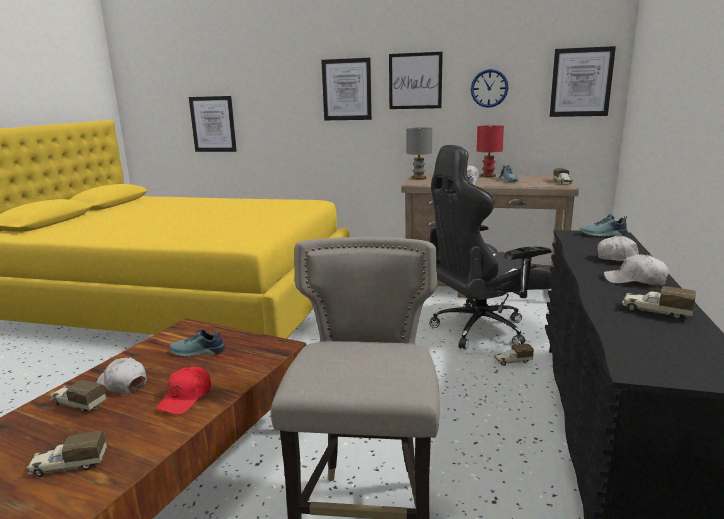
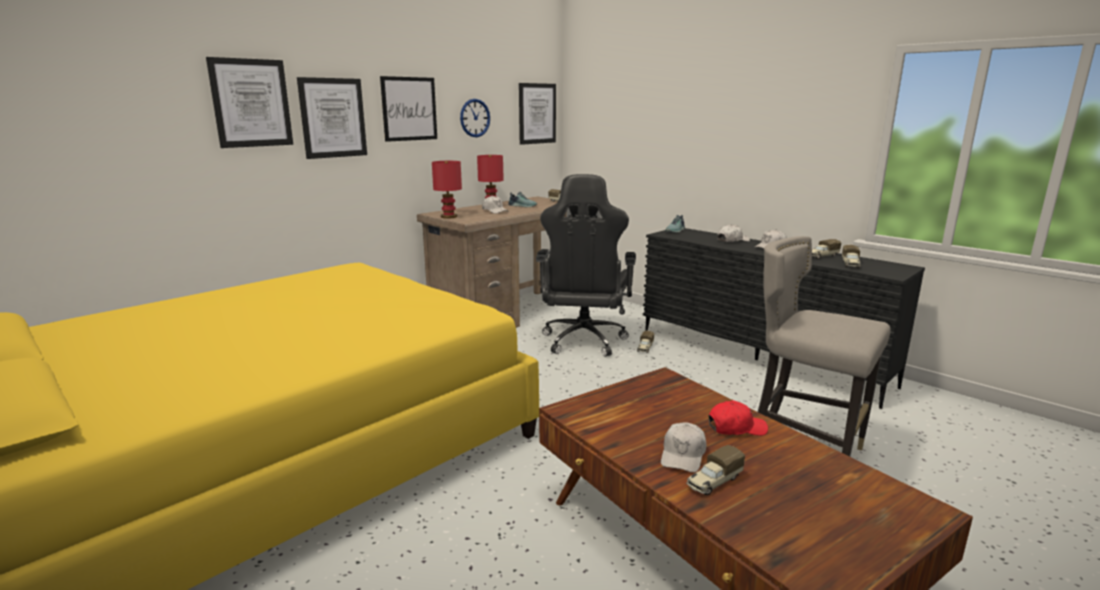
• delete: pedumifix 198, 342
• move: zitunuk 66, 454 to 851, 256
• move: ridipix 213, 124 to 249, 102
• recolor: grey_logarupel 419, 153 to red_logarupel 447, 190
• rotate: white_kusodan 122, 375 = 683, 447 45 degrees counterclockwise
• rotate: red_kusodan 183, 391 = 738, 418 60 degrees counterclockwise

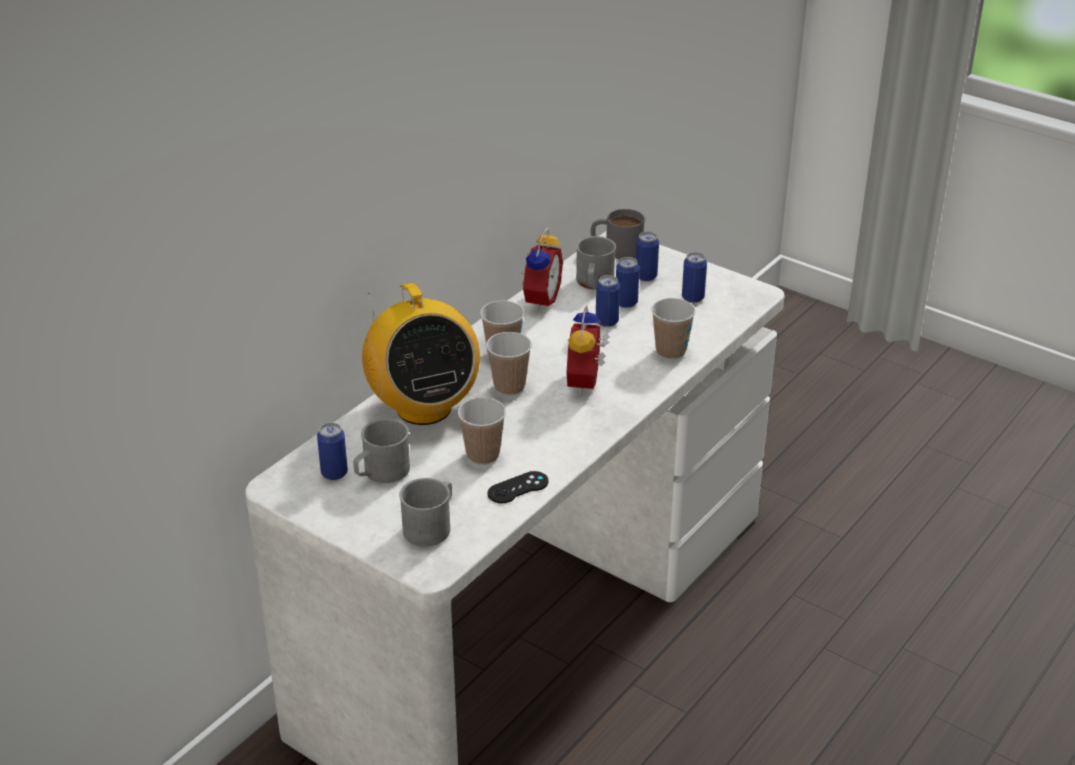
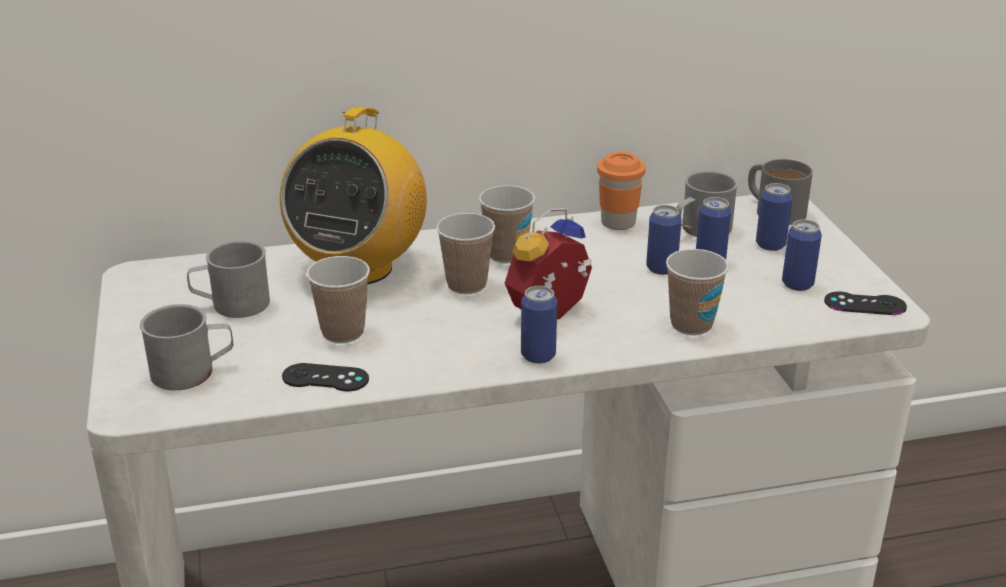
• insert: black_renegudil 865, 303
• move: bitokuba 332, 451 to 539, 325
• replace: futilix 540, 269 to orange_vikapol 621, 191

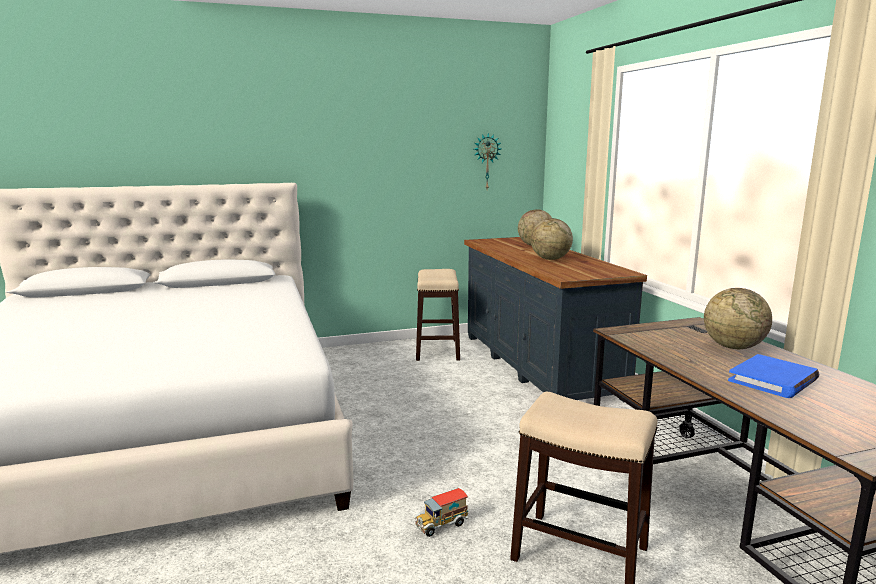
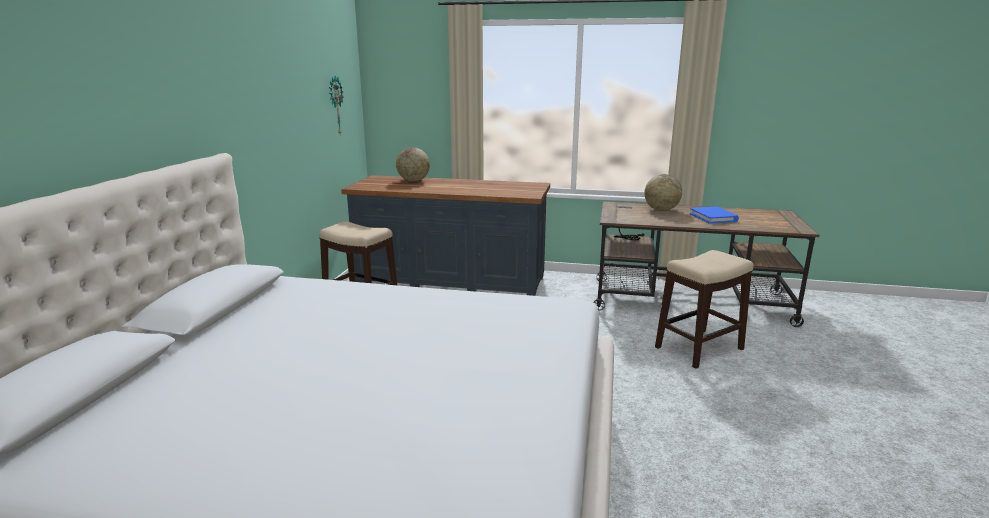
• delete: zitunuk 441, 512
• delete: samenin 552, 239

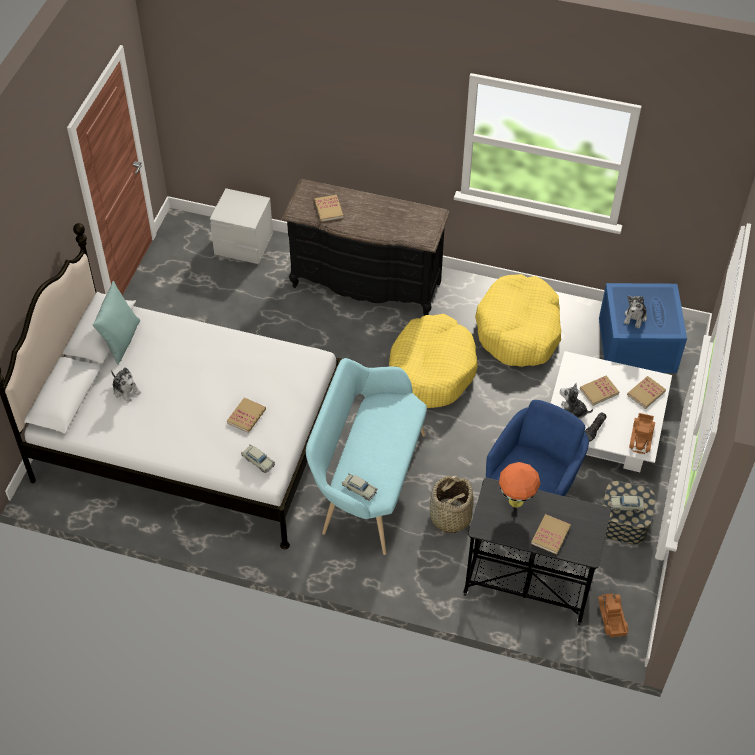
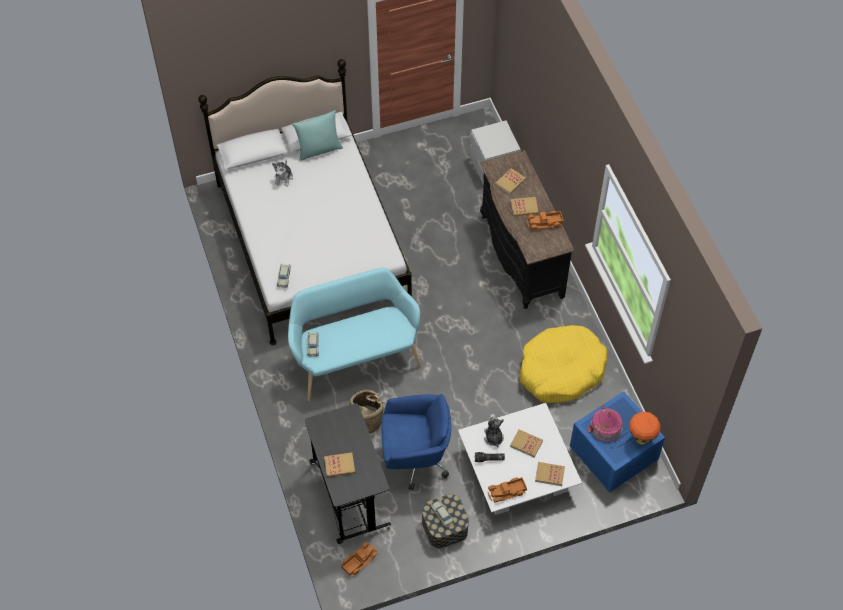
• delete: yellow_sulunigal 433, 361
• insert: zitunuk 545, 220
• move: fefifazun 246, 415 to 524, 207
• move: orange_logarupel 519, 484 to 645, 428
• replace: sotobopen 635, 312 to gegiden 605, 423

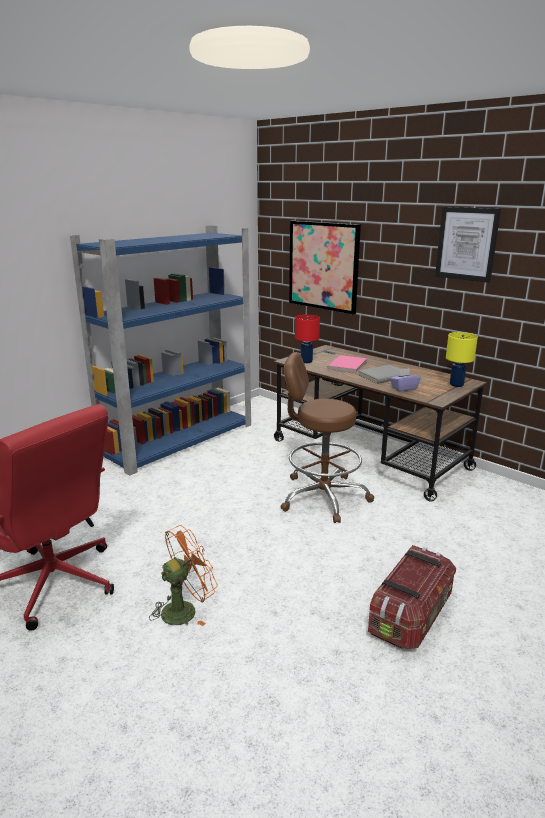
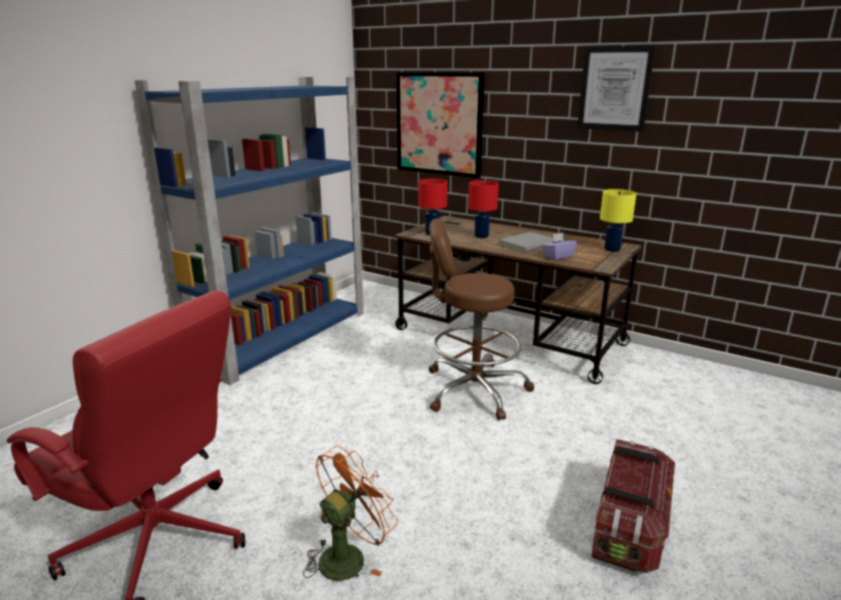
• replace: pink_fefifazun 347, 364 to red_logarupel 483, 209

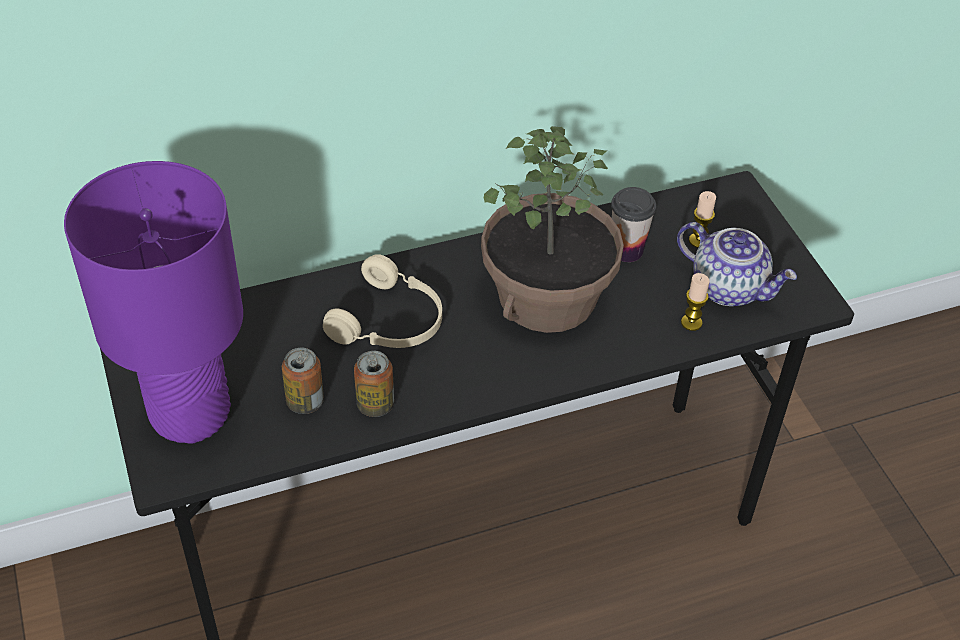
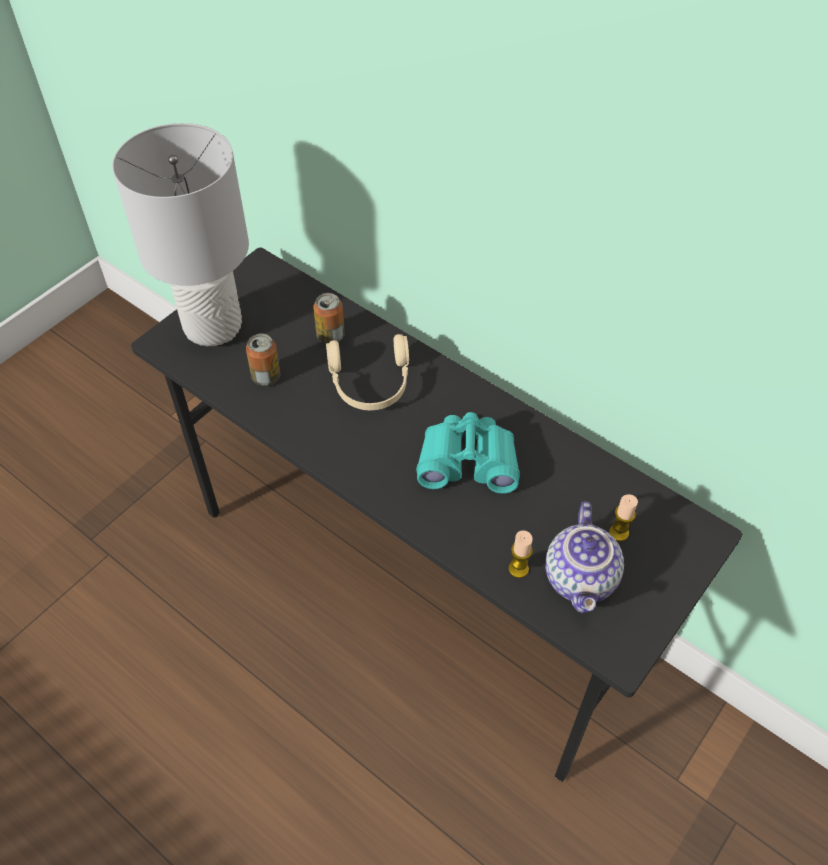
• delete: vikapol 633, 224
• move: bitokuba 374, 384 to 329, 318
• replace: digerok 552, 229 to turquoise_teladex 468, 453
• recolor: purple_logarupel 153, 302 to grey_logarupel 180, 235

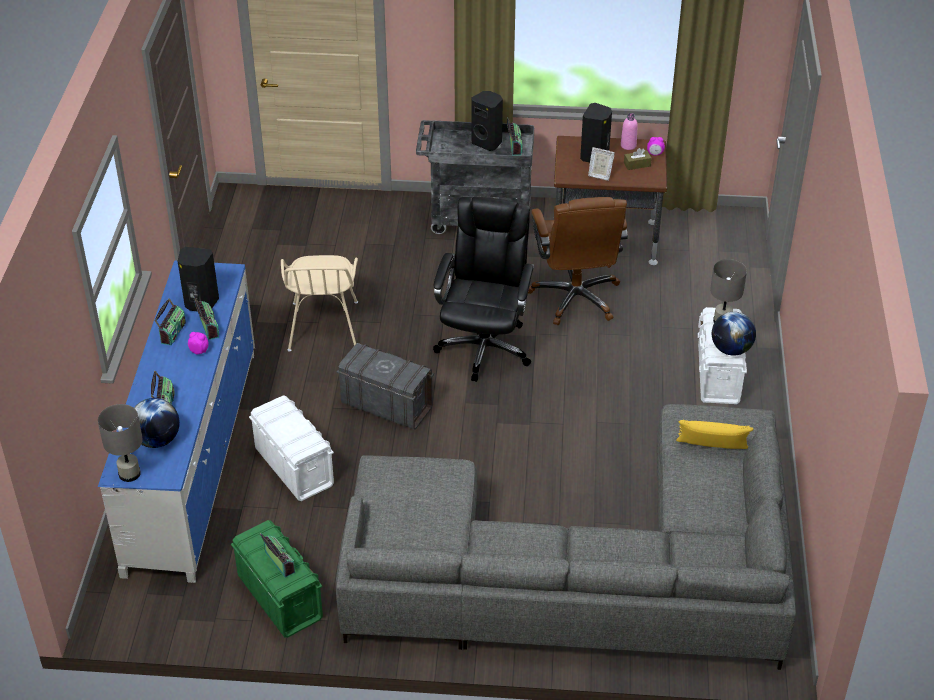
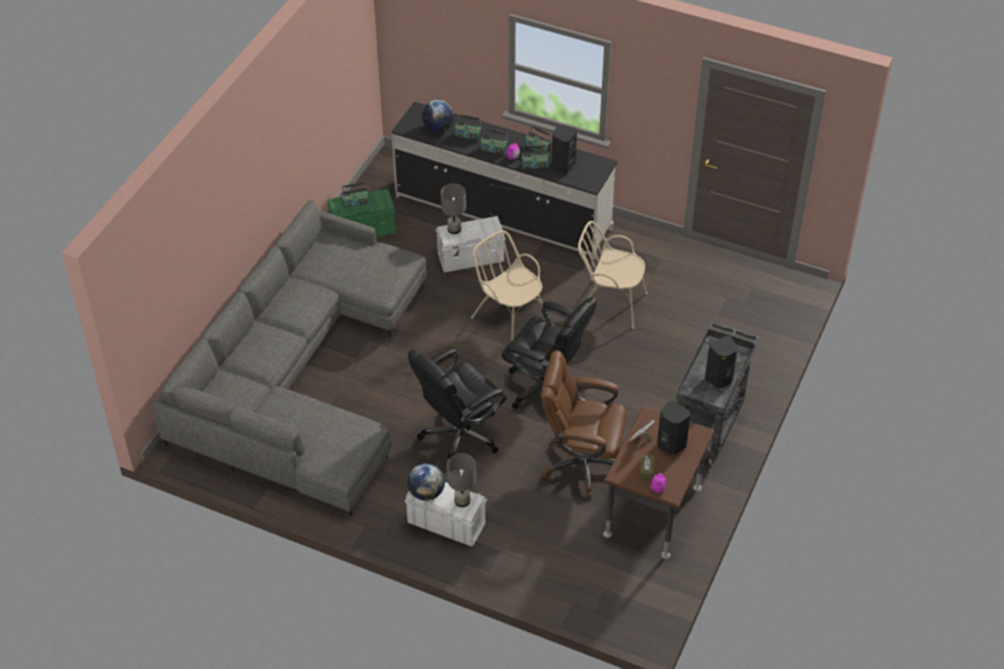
• delete: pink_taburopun 629, 131
• delete: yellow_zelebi 715, 434
• insert: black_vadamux 457, 404
• move: grey_logarupel 120, 443 to 453, 209
• move: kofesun 515, 136 to 494, 141
• replace: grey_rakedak 385, 386 to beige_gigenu 510, 286
• recolor: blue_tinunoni 176, 422 to black_tinunoni 504, 181

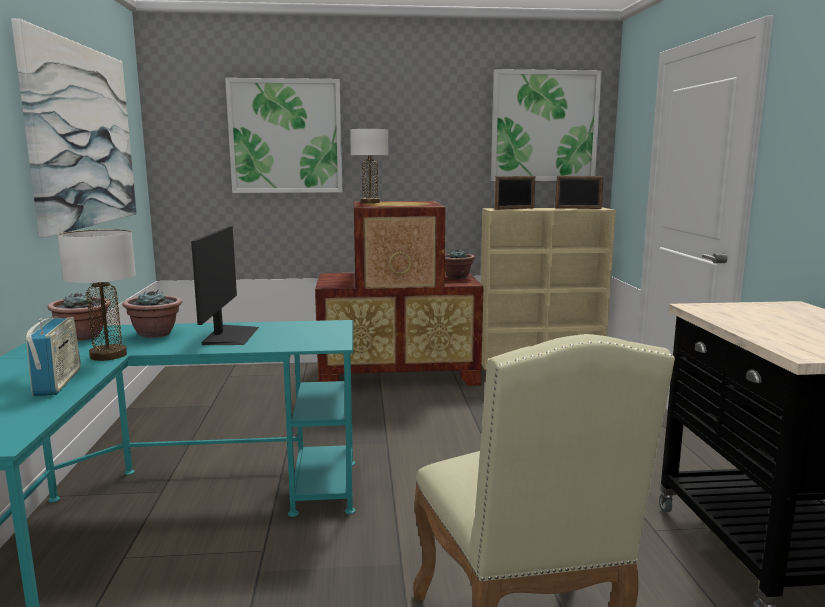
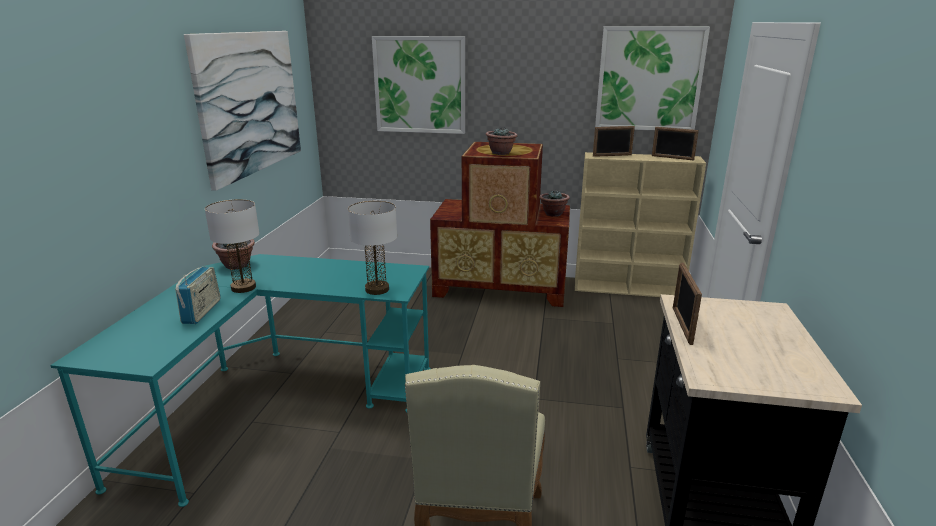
• delete: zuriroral 225, 285
• insert: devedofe 687, 304
• move: digerok 152, 313 to 502, 141
• move: logarupel 369, 166 to 372, 248

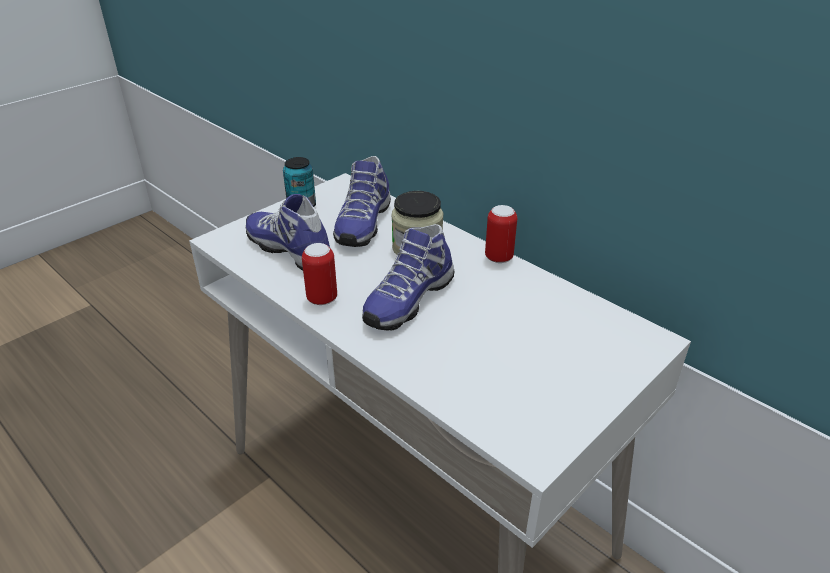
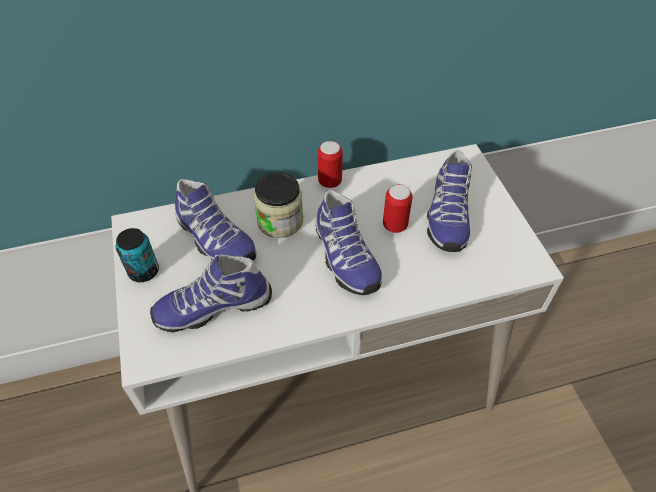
• insert: pedumifix 449, 201
• move: bitokuba 319, 274 to 397, 208

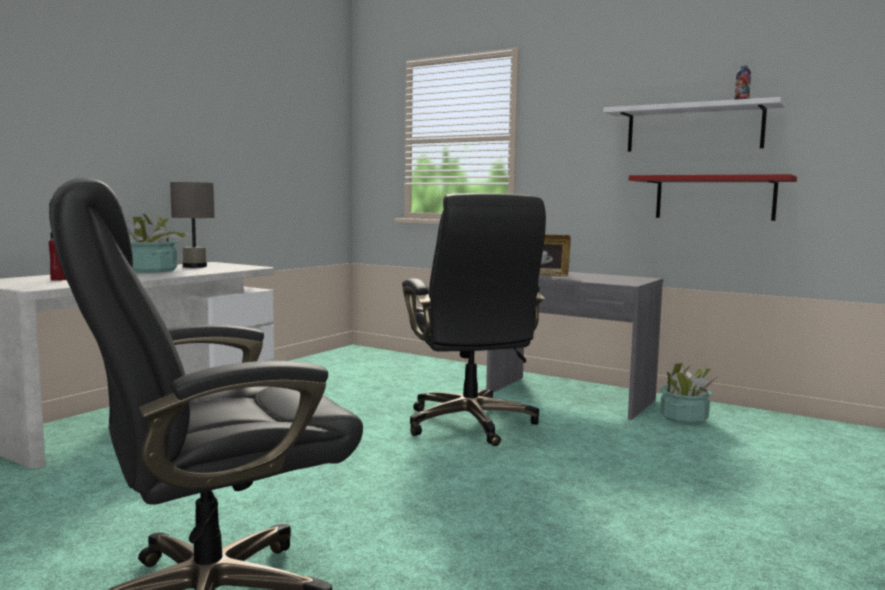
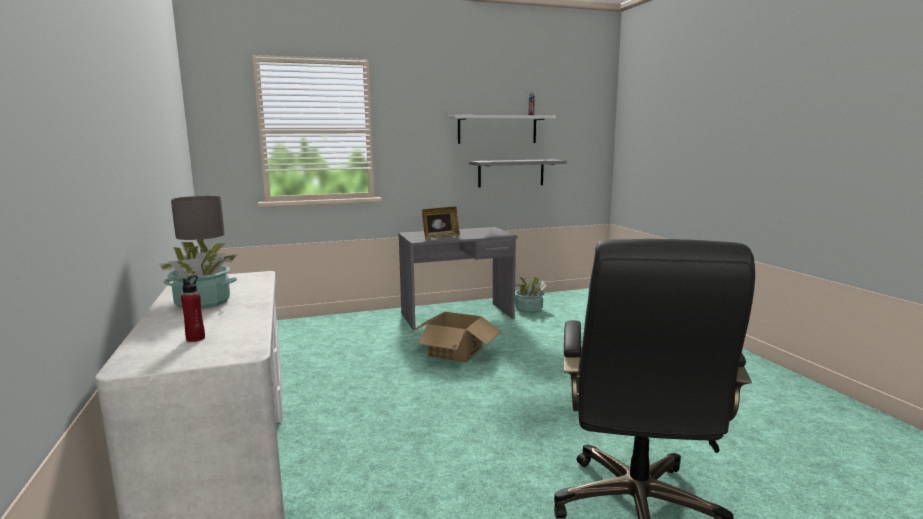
• replace: black_vadamux 474, 319 to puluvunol 455, 337
• recolor: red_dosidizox 713, 197 to grey_dosidizox 518, 173

